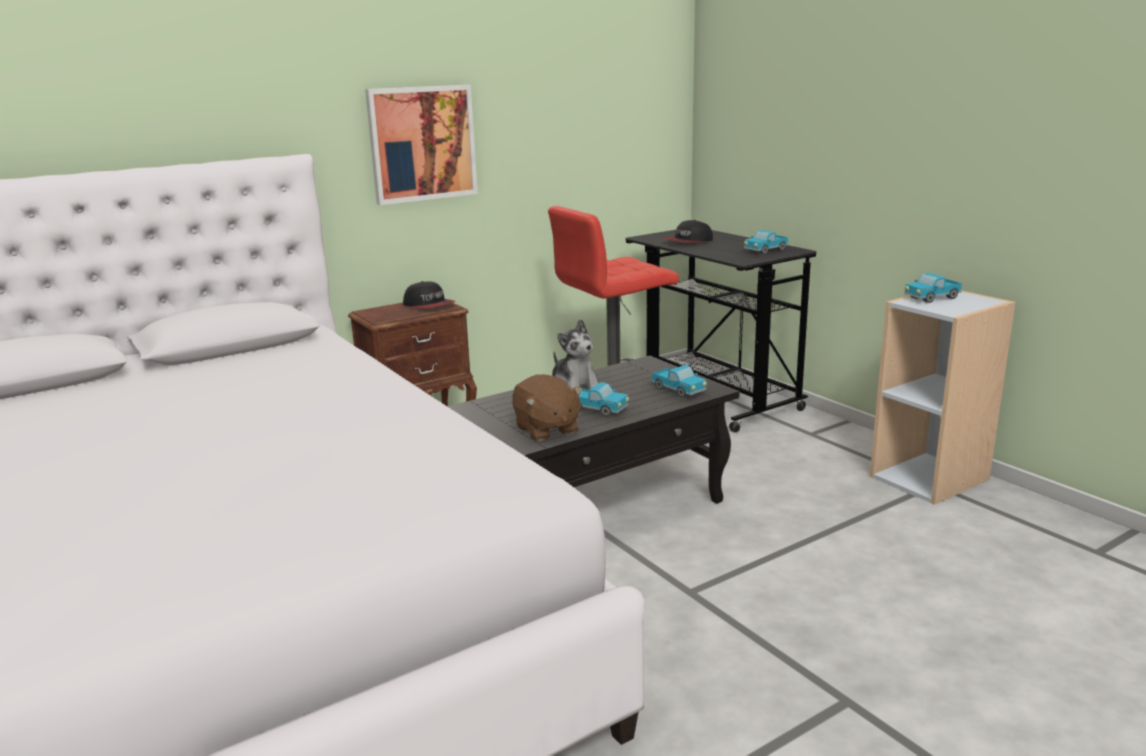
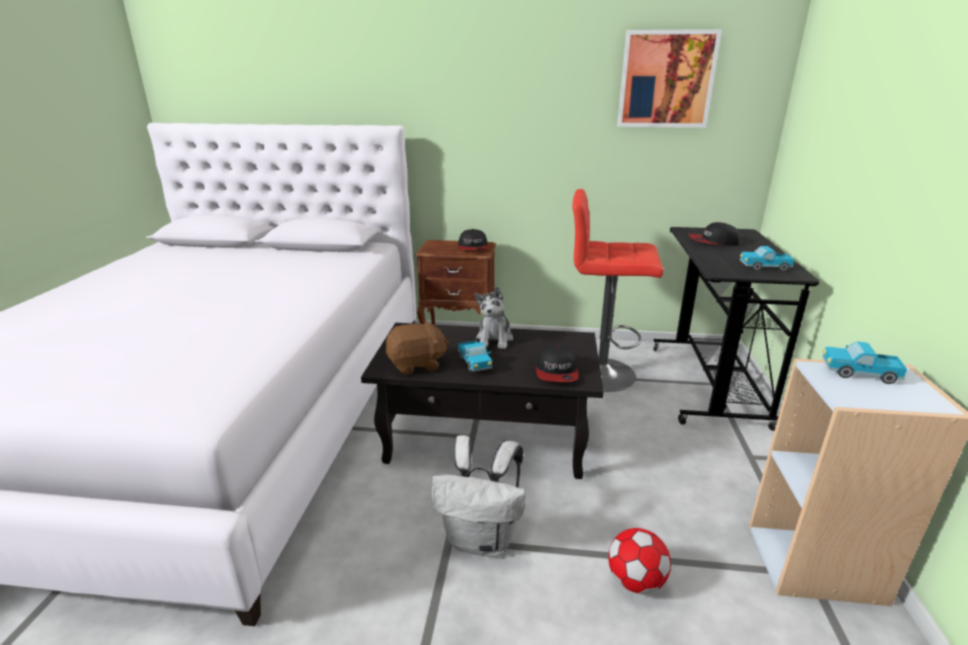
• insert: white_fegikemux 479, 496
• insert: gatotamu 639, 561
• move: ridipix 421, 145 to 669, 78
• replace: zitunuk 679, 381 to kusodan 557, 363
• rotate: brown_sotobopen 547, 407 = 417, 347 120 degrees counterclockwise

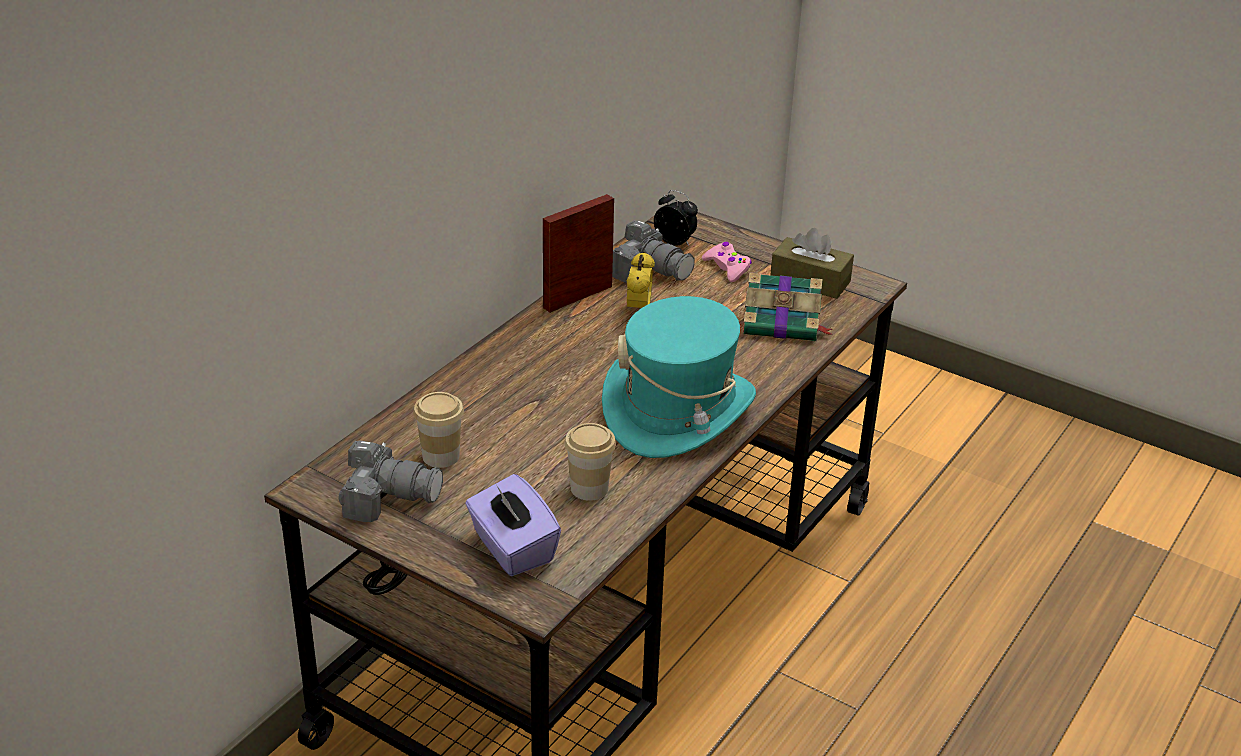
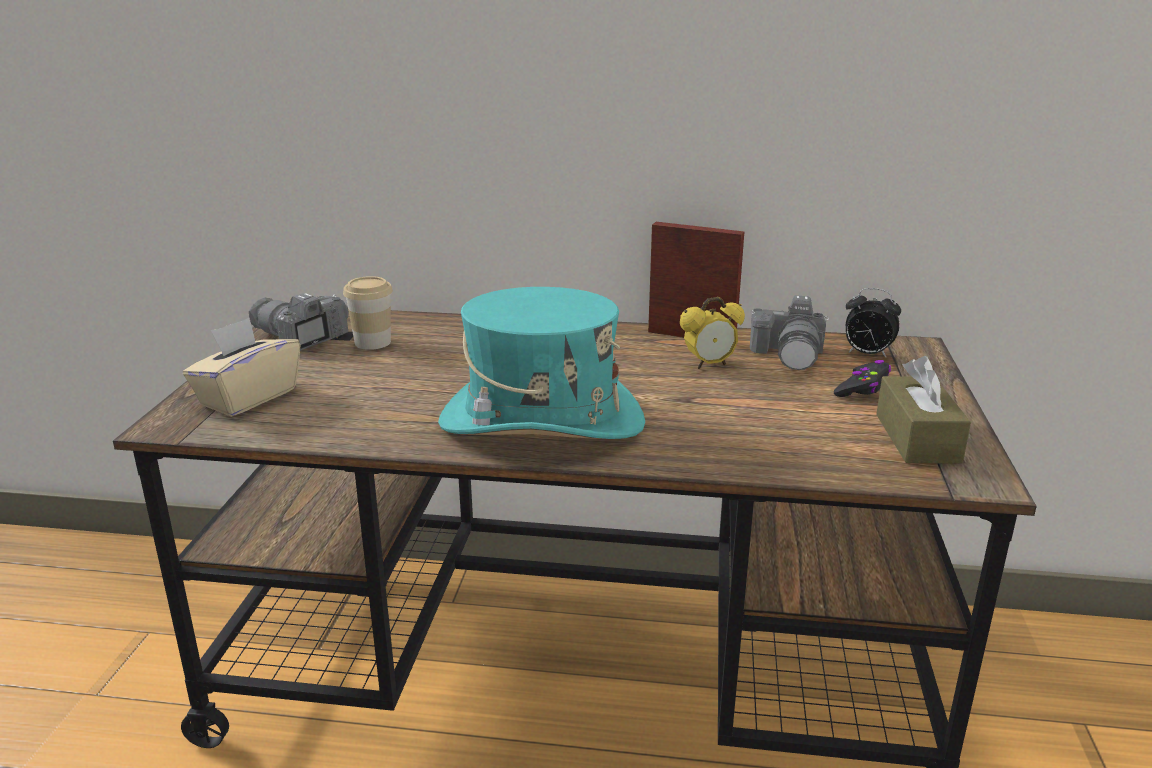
• delete: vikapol 590, 462
• delete: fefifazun 787, 306
• recolor: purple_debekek 513, 525 to beige_debekek 241, 367
• recolor: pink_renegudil 727, 262 to black_renegudil 862, 378
• rotate: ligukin 391, 481 = 299, 322 135 degrees clockwise
• rotate: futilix 676, 218 = 873, 322 105 degrees clockwise

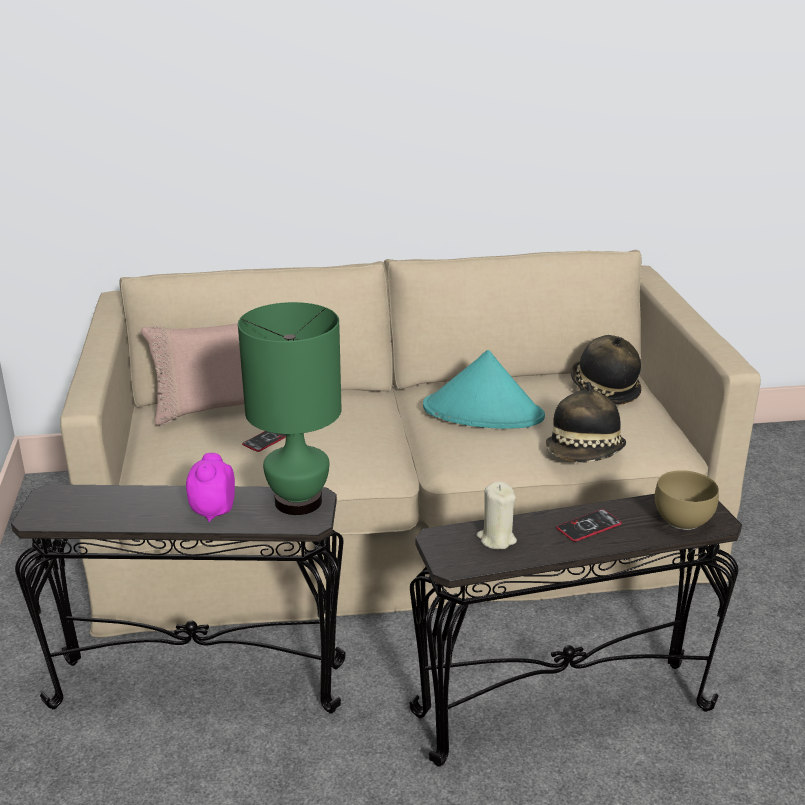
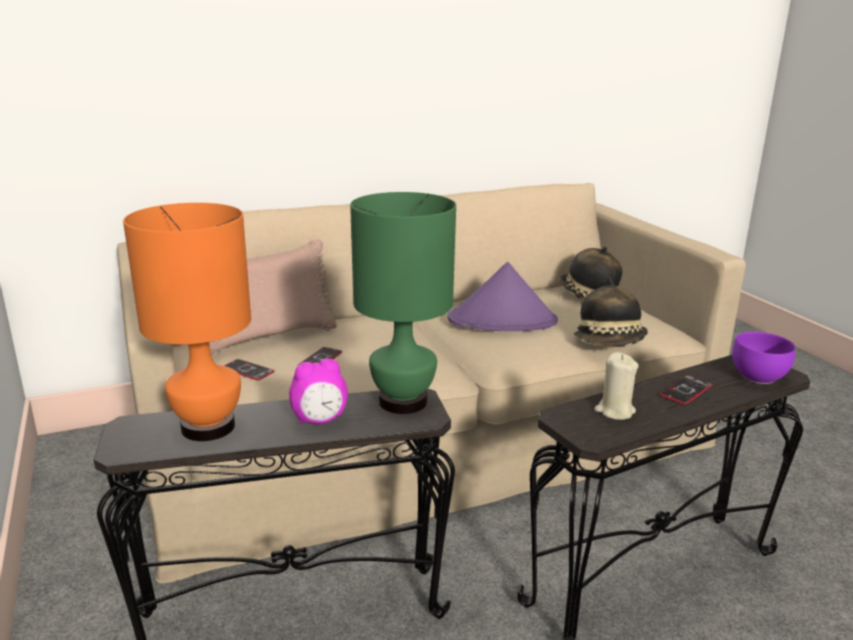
• insert: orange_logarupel 187, 322
• insert: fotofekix 249, 370
• recolor: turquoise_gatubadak 484, 389 to purple_gatubadak 503, 296
• recolor: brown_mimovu 687, 500 to purple_mimovu 764, 358
• rotate: futilix 210, 487 = 318, 391 105 degrees counterclockwise

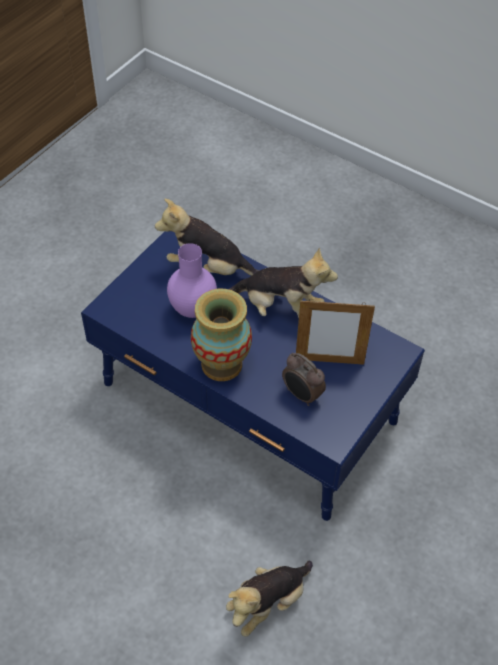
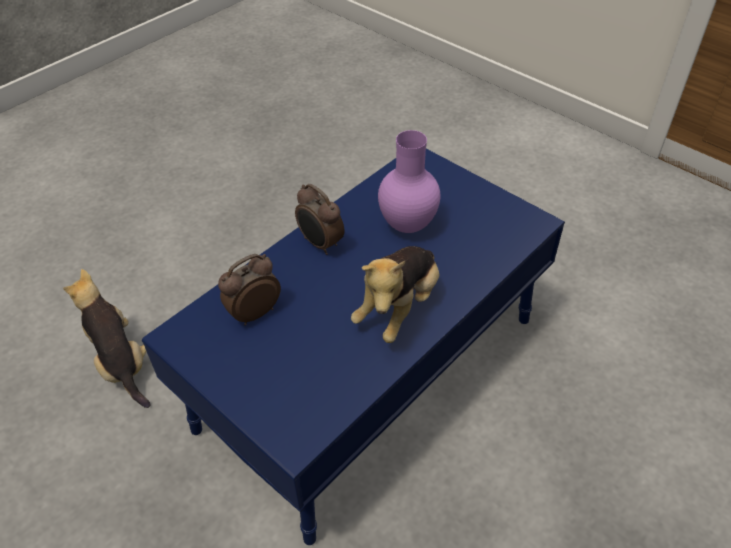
• delete: sotobopen 207, 237
• delete: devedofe 335, 332
• replace: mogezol 221, 335 to futilix 319, 219

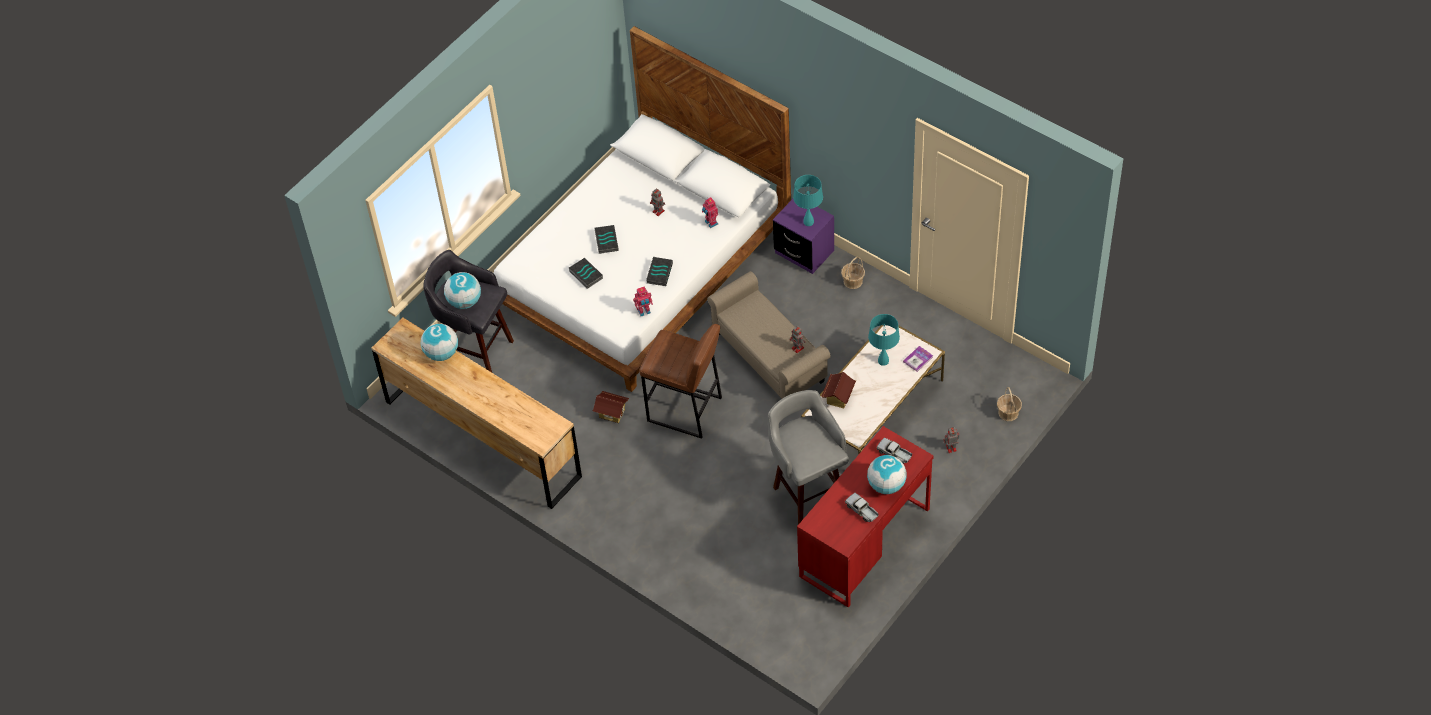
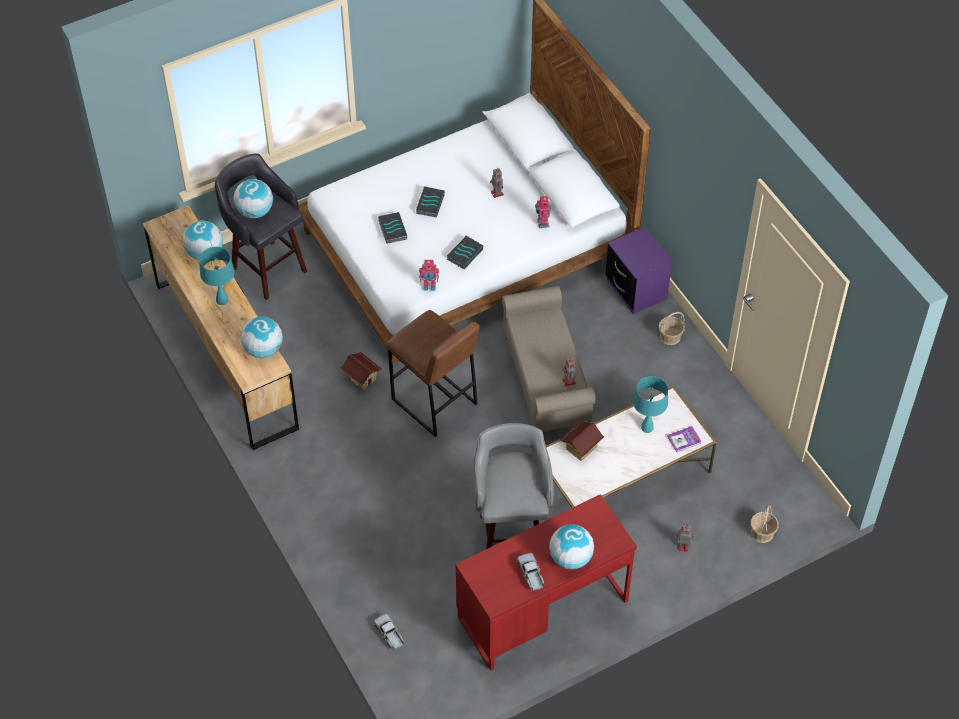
• insert: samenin 262, 337
• move: turquoise_logarupel 808, 200 to 217, 276
• move: zitunuk 894, 450 to 388, 631

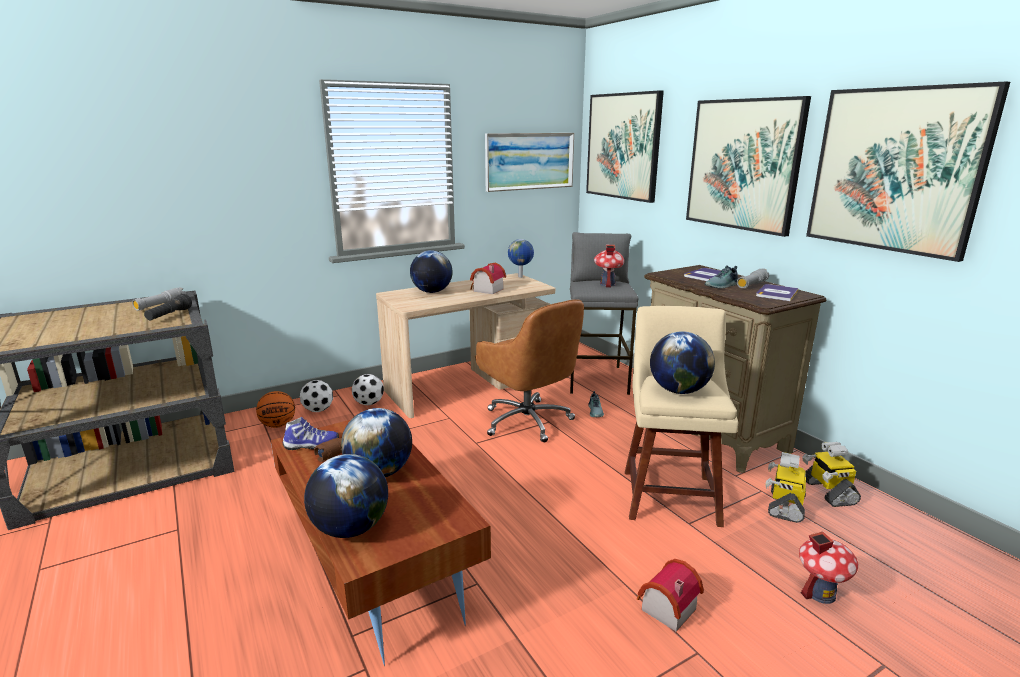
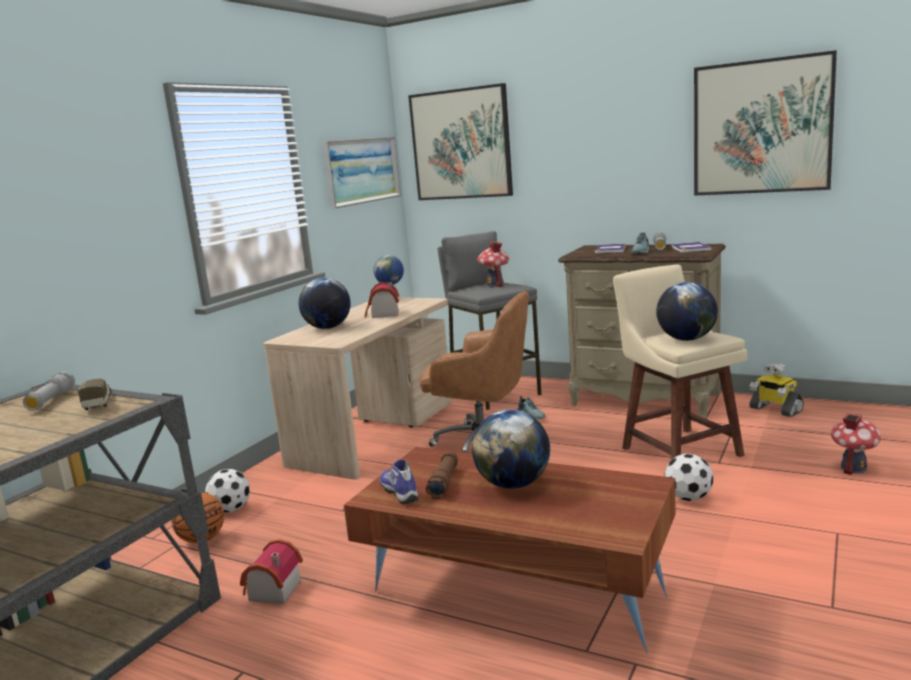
• delete: samenin 346, 496
• delete: ridipix 748, 166
• delete: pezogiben 785, 487
• move: gatotamu 368, 389 to 688, 477
• move: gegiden 670, 595 to 271, 571
• replace: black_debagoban 168, 307 to zitunuk 95, 394
• rotate: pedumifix 311, 433 = 399, 481 75 degrees counterclockwise

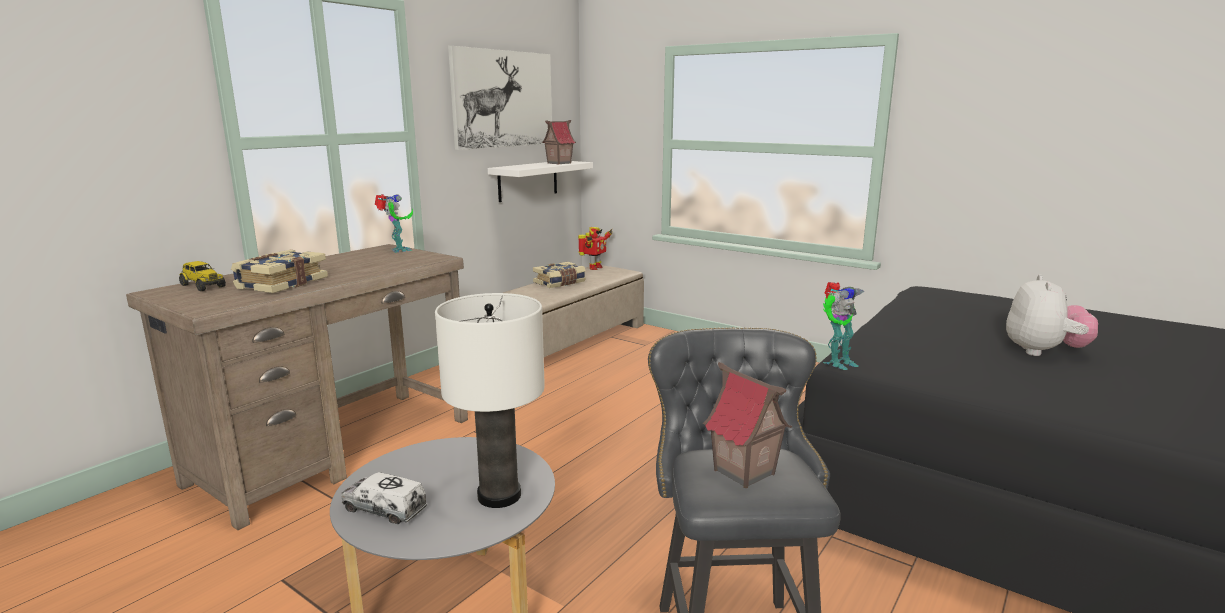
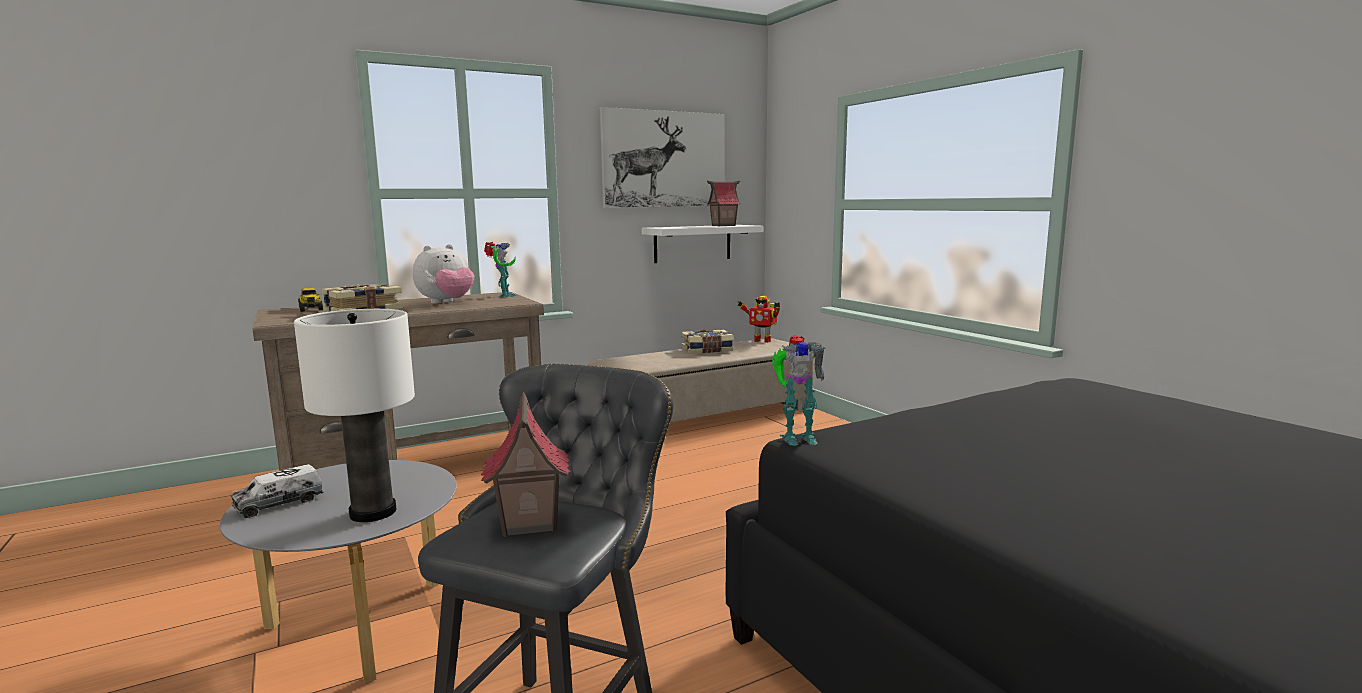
• move: sotobopen 1052, 315 to 443, 274
• rotate: zitunuk 384, 498 = 277, 491 90 degrees counterclockwise
• rotate: pezogiben 595, 248 = 759, 319 60 degrees clockwise

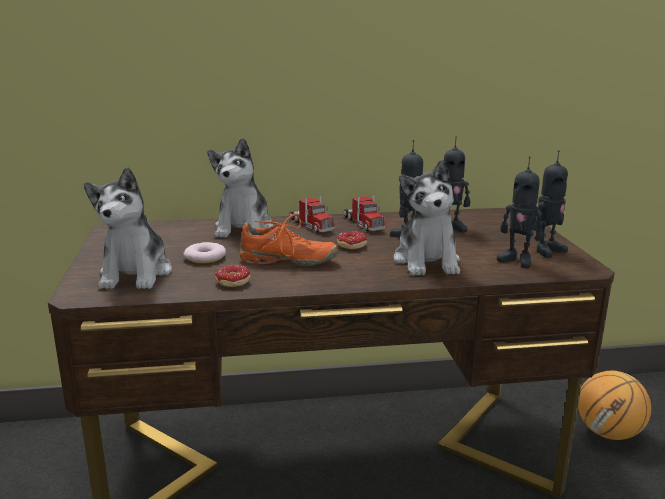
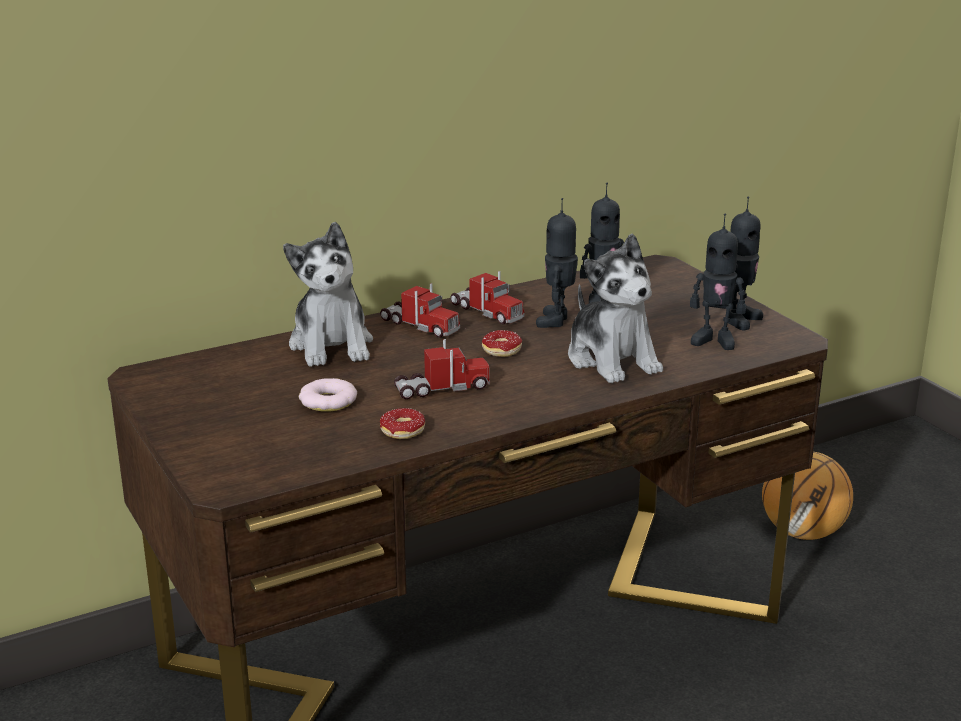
• delete: sotobopen 128, 228
• replace: orange_pedumifix 288, 240 to zitunuk 442, 369

